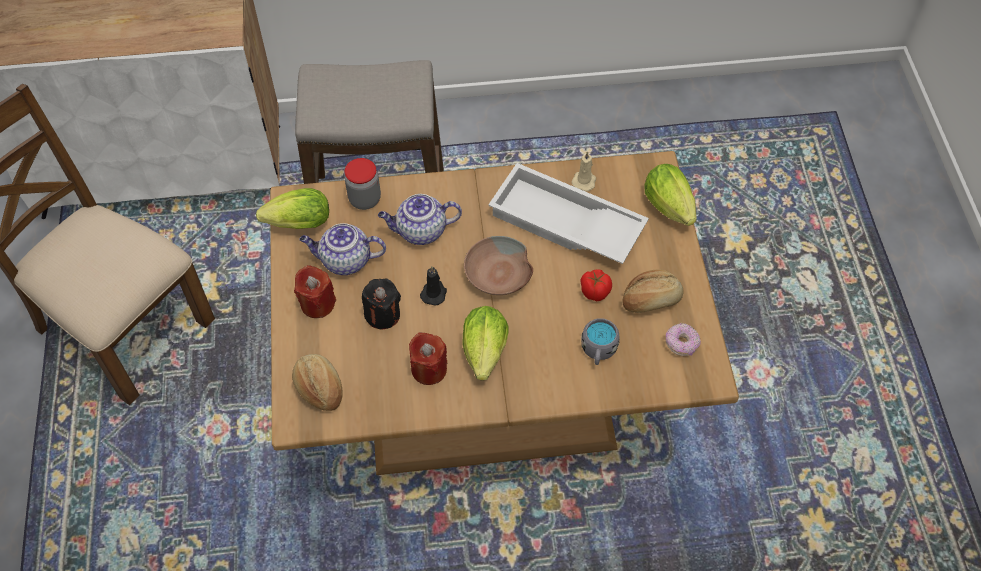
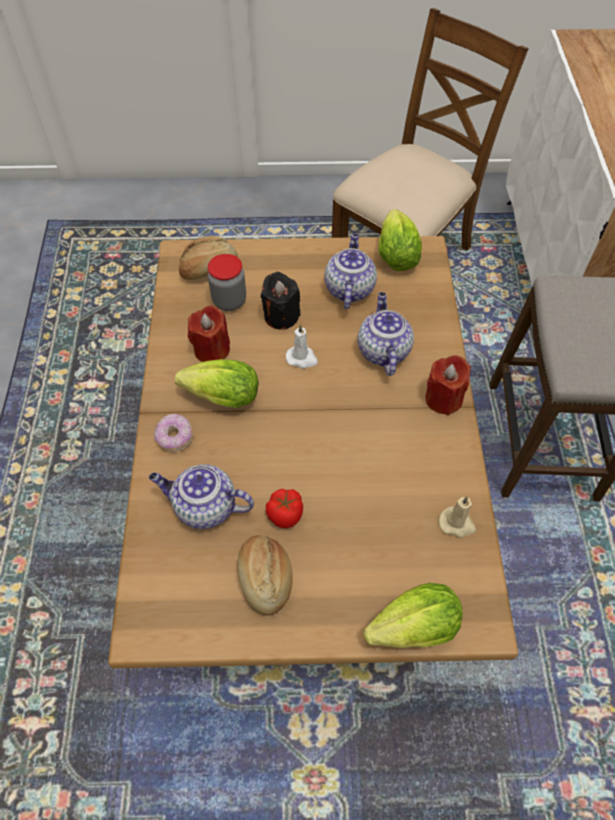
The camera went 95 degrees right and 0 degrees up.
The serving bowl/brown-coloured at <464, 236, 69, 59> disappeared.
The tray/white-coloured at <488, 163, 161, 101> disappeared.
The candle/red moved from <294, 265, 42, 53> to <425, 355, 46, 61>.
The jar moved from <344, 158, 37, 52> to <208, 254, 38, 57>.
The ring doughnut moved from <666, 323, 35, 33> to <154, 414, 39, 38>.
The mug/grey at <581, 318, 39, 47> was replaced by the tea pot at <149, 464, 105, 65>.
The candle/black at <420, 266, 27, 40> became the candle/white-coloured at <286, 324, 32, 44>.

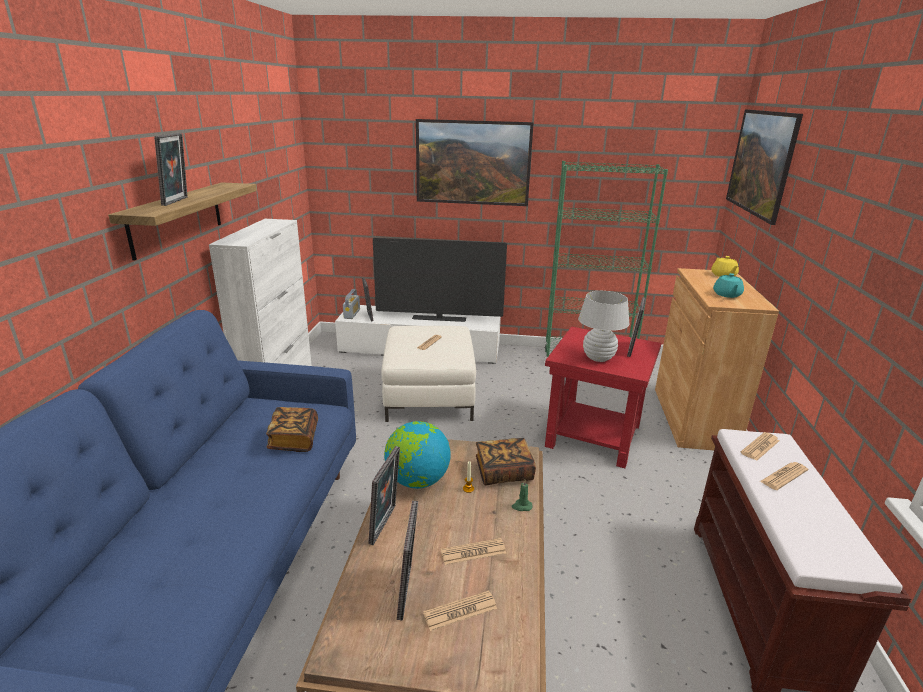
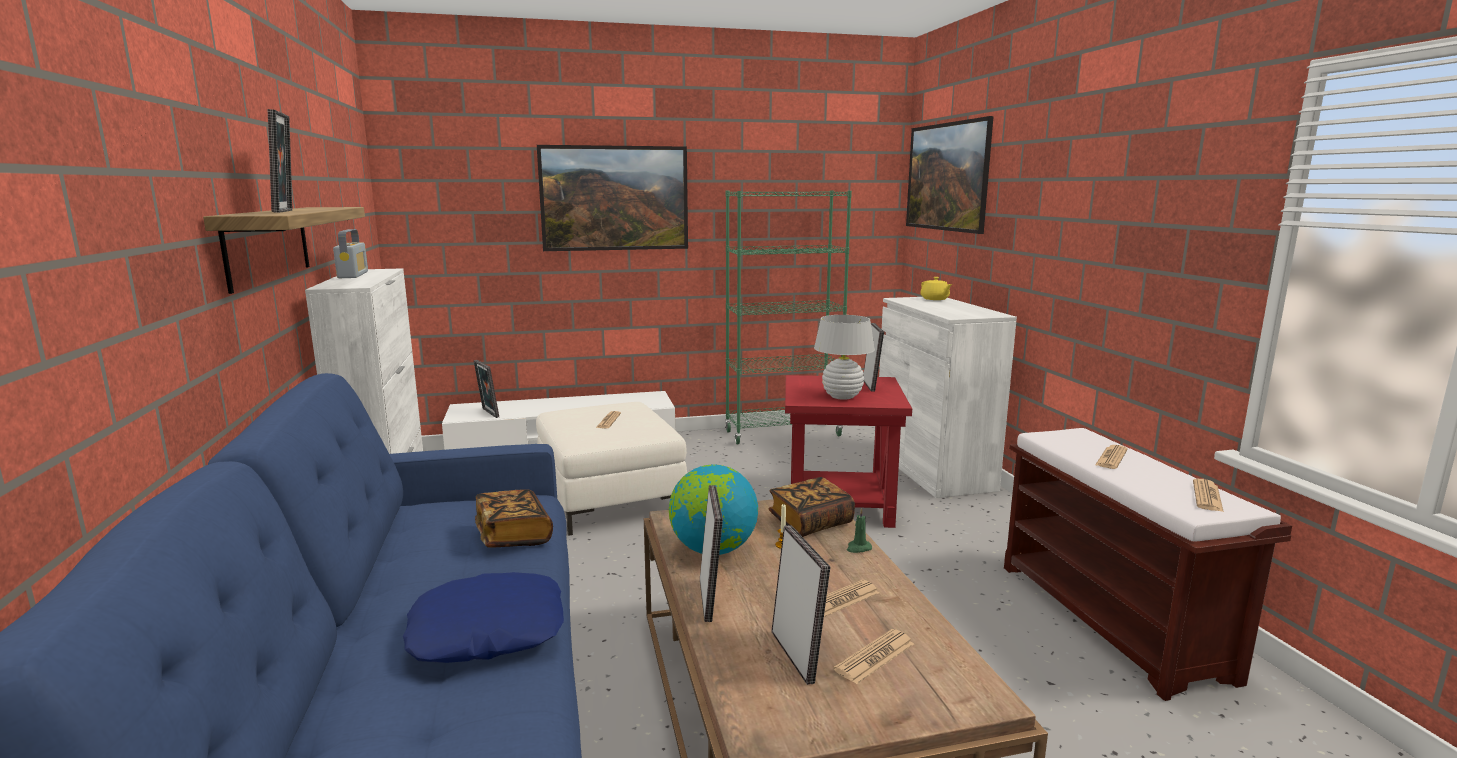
The camera went 20 degrees left and 10 degrees down.
The TV at <373, 238, 134, 84> disappeared.
The tea pot/blue-green at <713, 273, 31, 25> disappeared.
The pillow/bluish at <403, 572, 161, 91> appeared.
The radio moved from <343, 289, 17, 30> to <333, 229, 35, 49>.
The newspaper moved from <741, 432, 38, 29> to <1193, 479, 31, 33>.
The storage cabinet/brown-coloured at <655, 268, 124, 182> became the storage cabinet/white-coloured at <879, 297, 138, 201>.

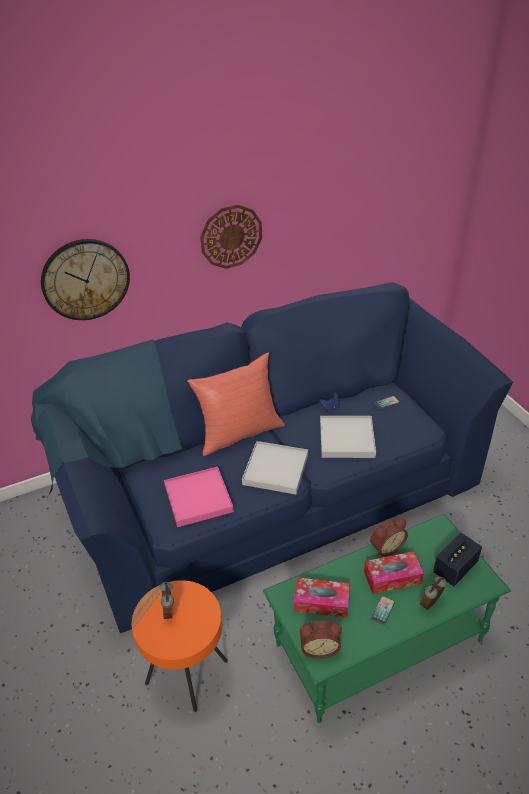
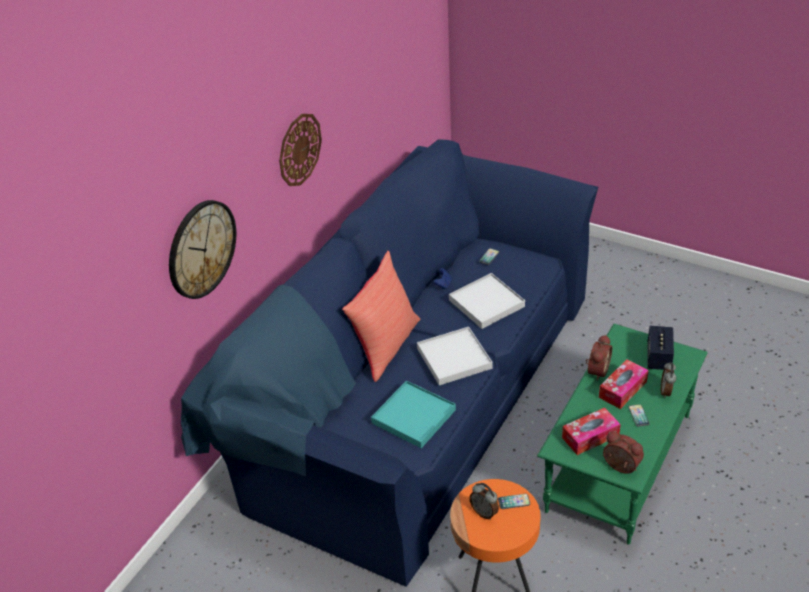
The camera went 35 degrees left and 0 degrees up.
The phone at <498, 494, 32, 15> appeared.
The tray/pinkish at <164, 467, 70, 60> became the tray/blue-green at <371, 381, 85, 67>.
The bedside clock at <300, 621, 42, 38> turned 105 degrees counterclockwise.

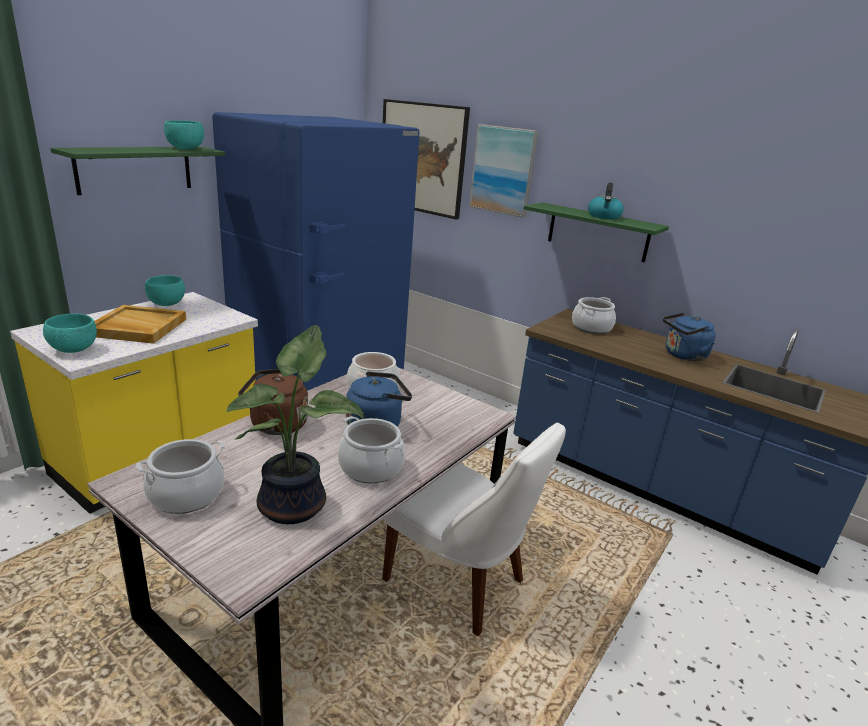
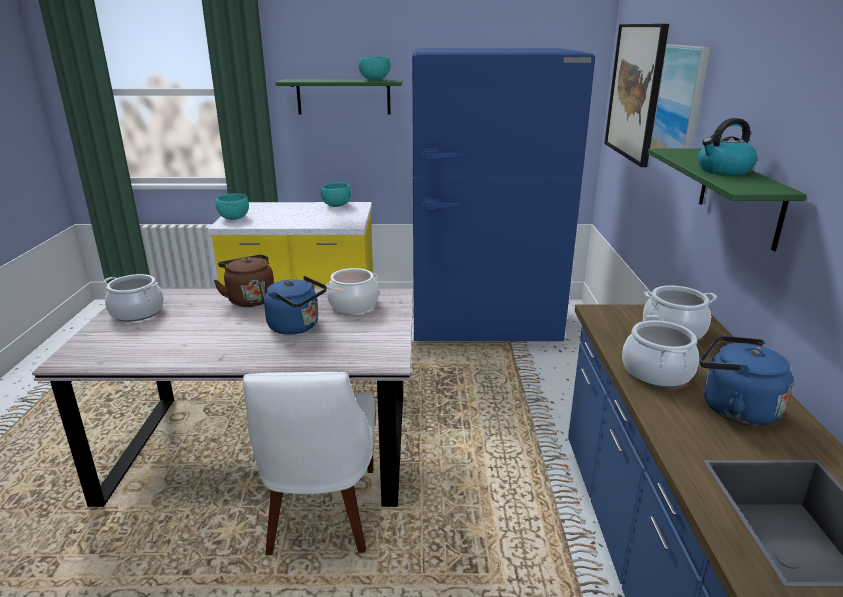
The camera went 55 degrees right and 0 degrees up.
The tray/beige at <94, 305, 92, 39> disappeared.
The houseplant at <227, 325, 137, 199> disappeared.
The saucepot moved from <338, 416, 67, 67> to <622, 315, 77, 73>.

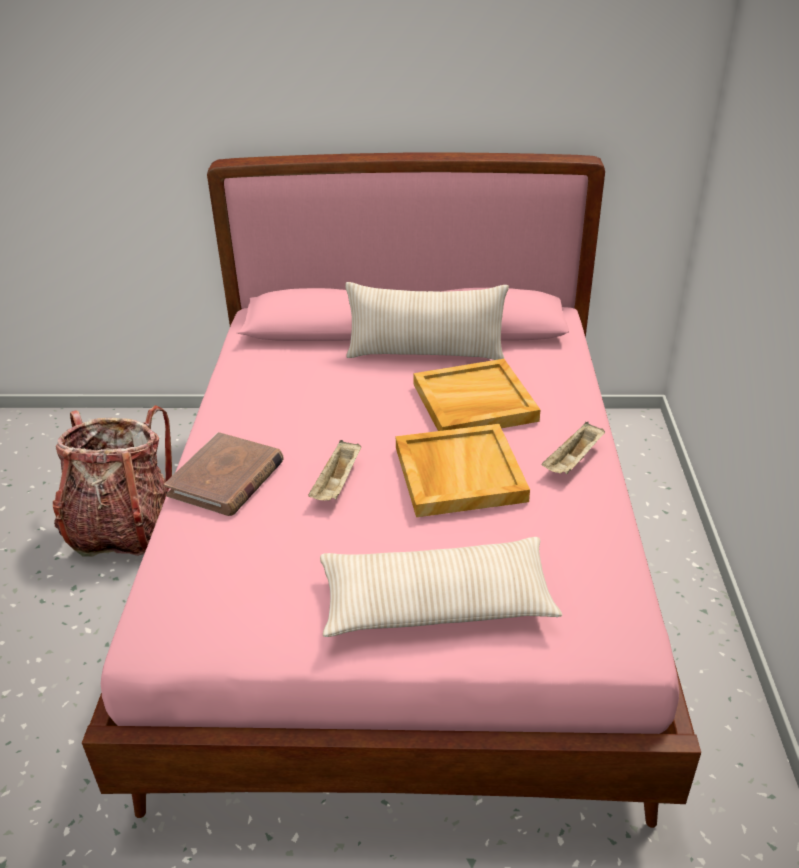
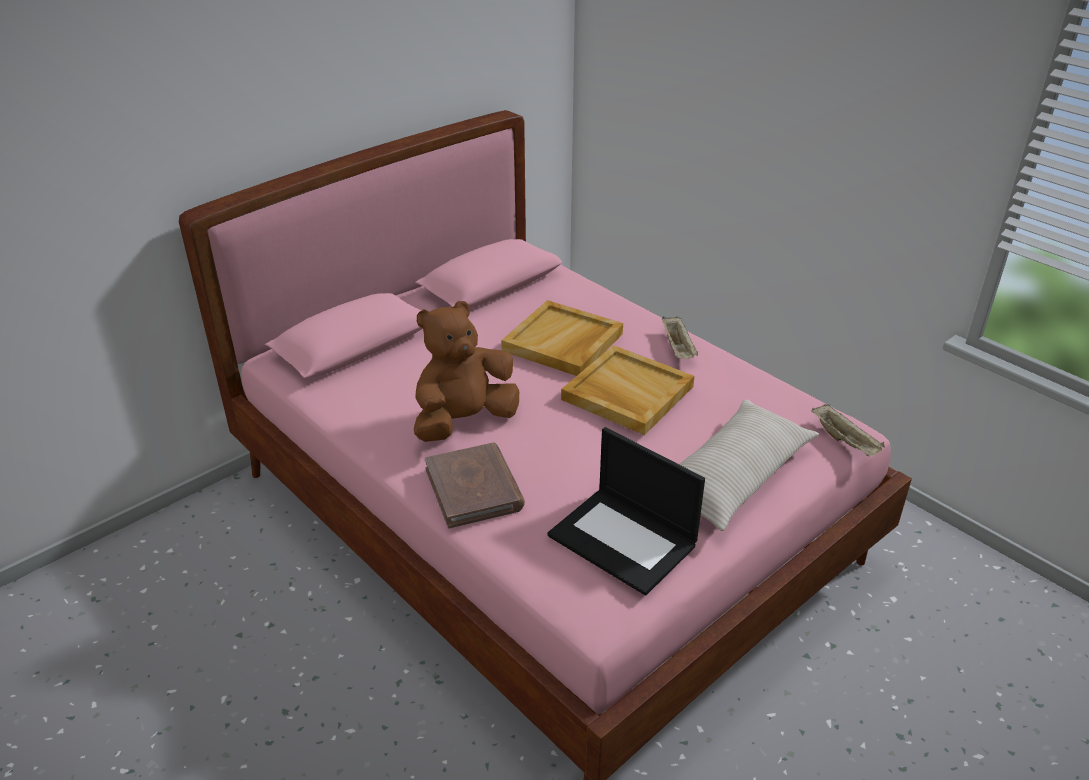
The camera went 45 degrees left and 0 degrees up.
The knapsack at <53, 405, 119, 152> disappeared.
The pillow/beige at <345, 282, 164, 78> disappeared.
The plush toy/brown-coloured at <414, 301, 105, 141> appeared.
The notebook computer at <547, 427, 158, 169> appeared.
The tray/beige moved from <308, 440, 53, 60> to <811, 404, 74, 52>.

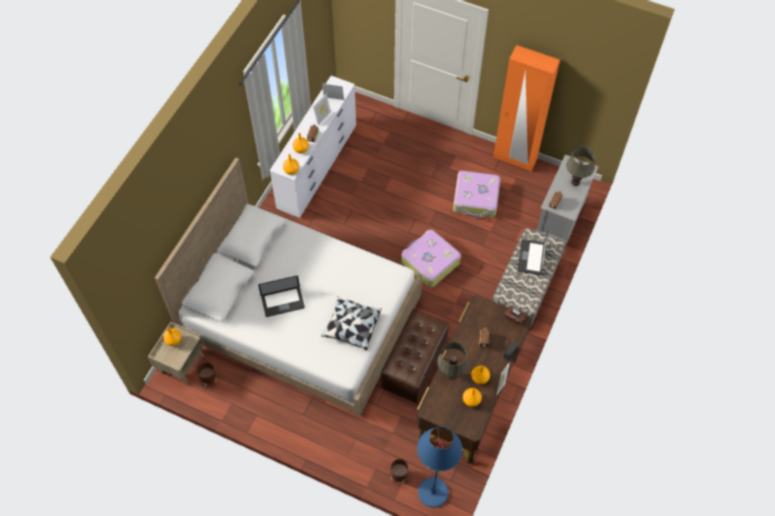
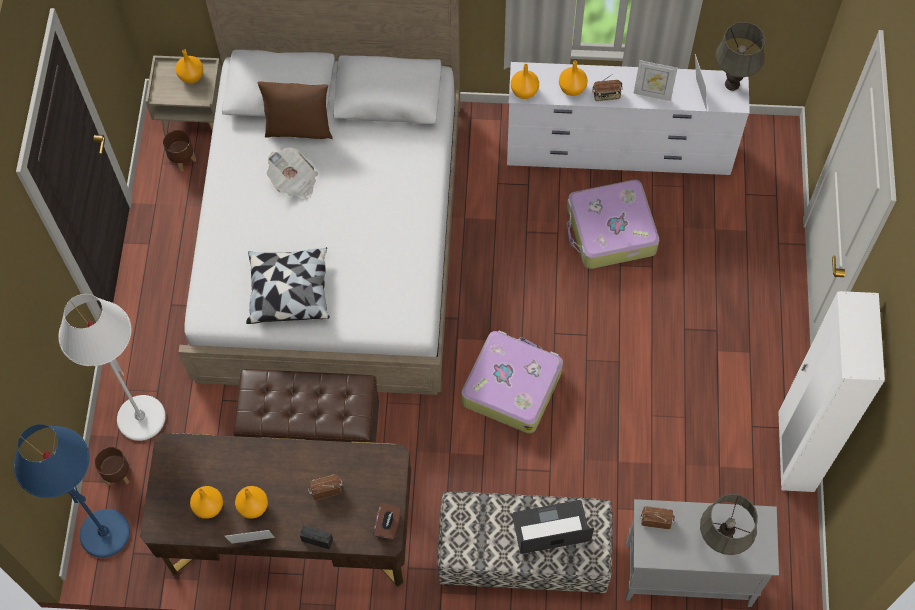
The camera went 70 degrees right and 5 degrees up.
The standard lamp/white-coloured at <58, 294, 108, 147> appeared.
The pillow/brown-coloured at <258, 81, 75, 58> appeared.
The lamp for a table/grey moved from <437, 342, 32, 38> to <715, 22, 50, 69>.
The travel case moved from <453, 171, 47, 47> to <567, 180, 92, 89>.
The notebook computer at <258, 276, 47, 41> was replaced by the newspaper at <267, 147, 51, 52>.
The armoire/orangey at <493, 45, 67, 126> became the armoire/white-coloured at <778, 291, 107, 201>.

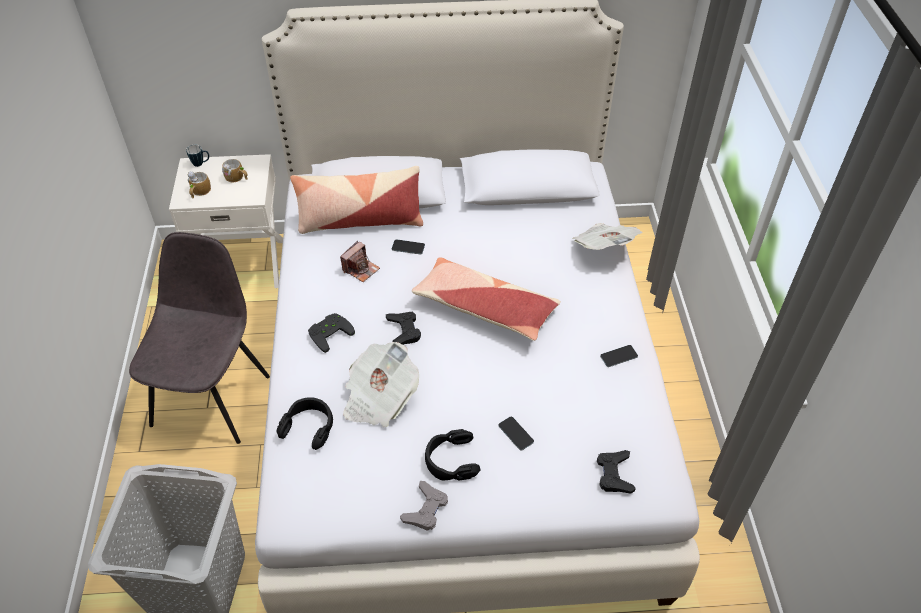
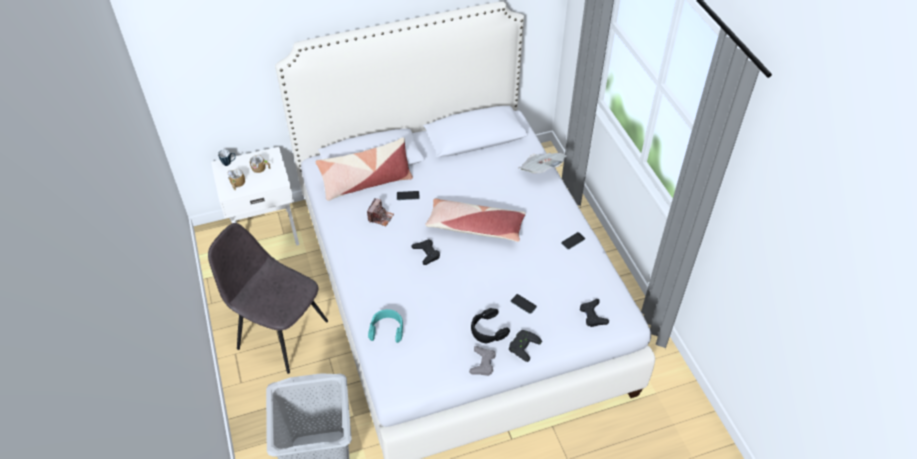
The camera went 15 degrees left and 0 degrees up.
The newspaper at <343, 342, 76, 85> disappeared.
The gamepad/black moved from <308, 313, 47, 40> to <509, 330, 33, 32>.
The headphones/black at <277, 397, 56, 53> became the headphones/blue-green at <368, 309, 35, 34>.
The plain chair/grey at <129, 232, 141, 212> turned 60 degrees counterclockwise.

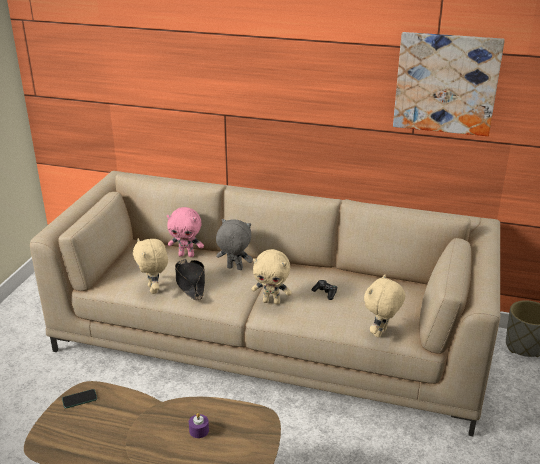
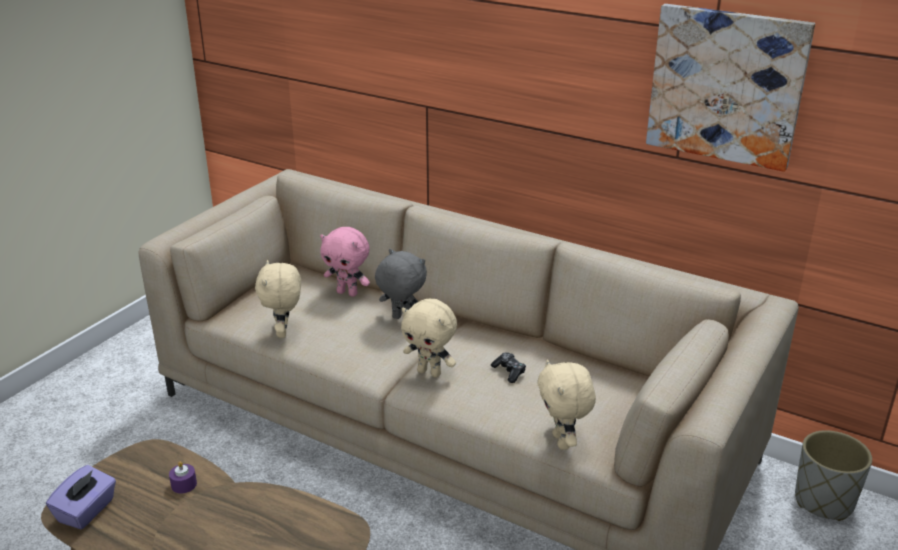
The camera went 15 degrees right and 0 degrees up.
The phone at <62, 389, 35, 19> disappeared.
The wearable hat/black at <175, 259, 30, 41> disappeared.
The tissue holder/purple-coloured at <46, 465, 70, 64> appeared.
The candle/purple-coloured moved from <189, 413, 20, 25> to <169, 461, 28, 32>.
The plush toy/beige at <364, 274, 41, 64> turned 60 degrees counterclockwise.

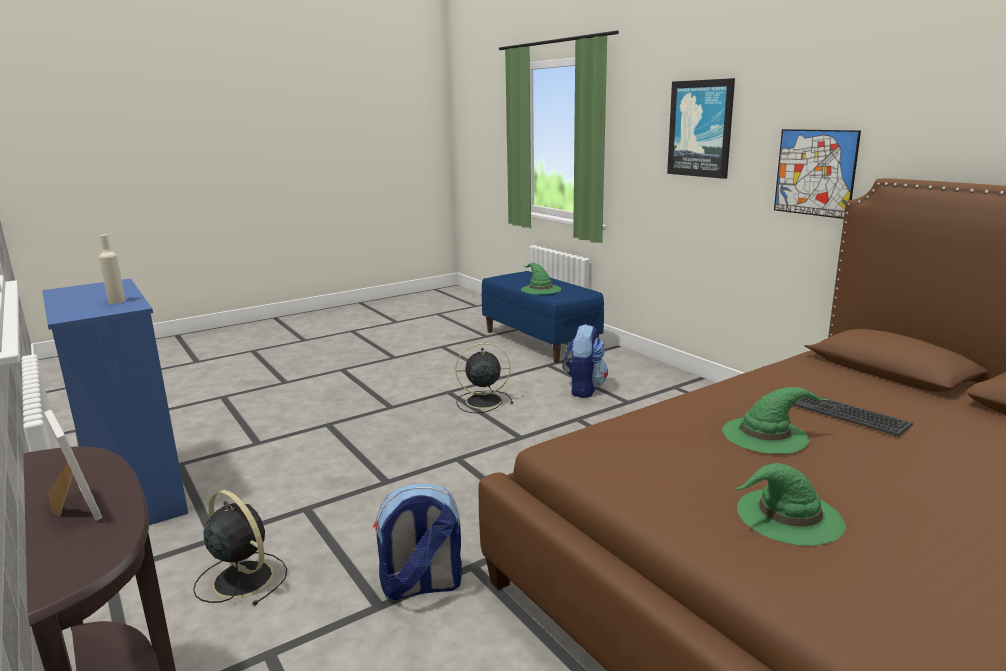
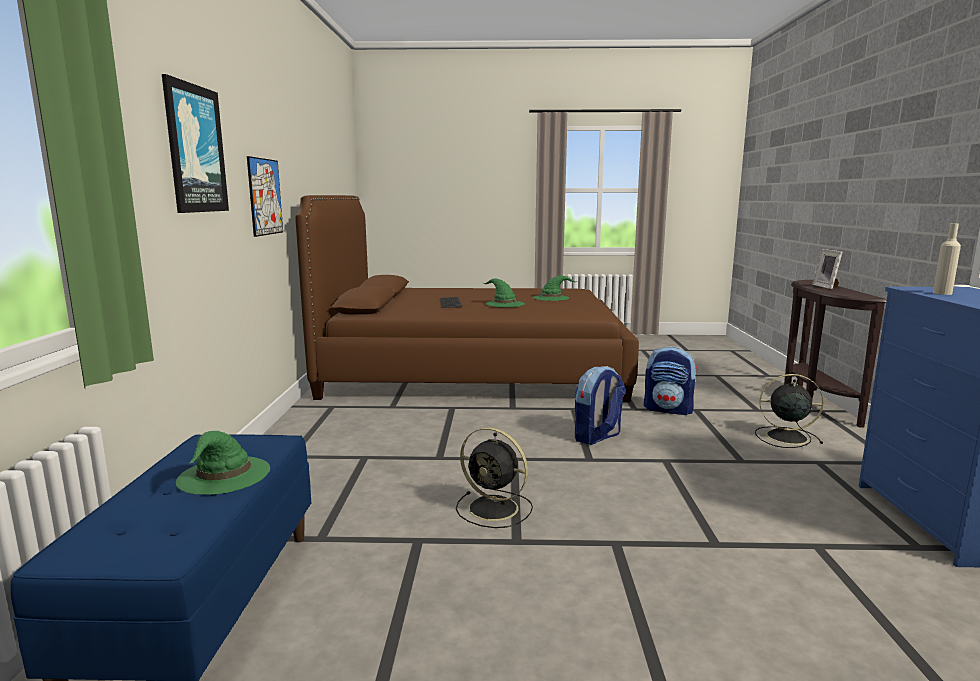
The camera went 145 degrees left and 5 degrees down.
The knapsack moved from <563, 324, 45, 74> to <574, 366, 51, 79>.
The electric fan/black at <193, 490, 94, 115> turned 120 degrees clockwise.

